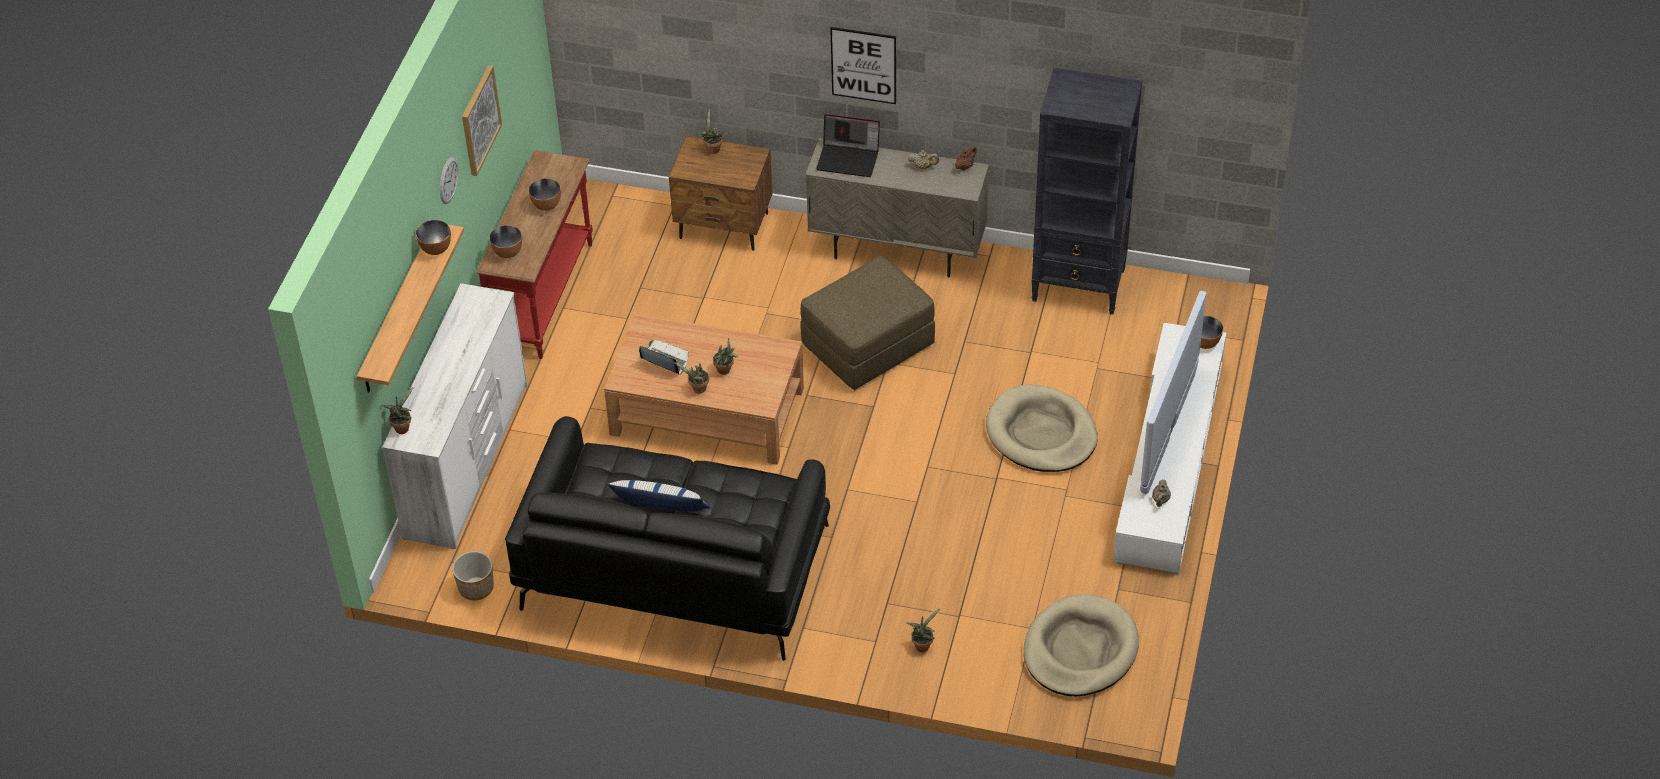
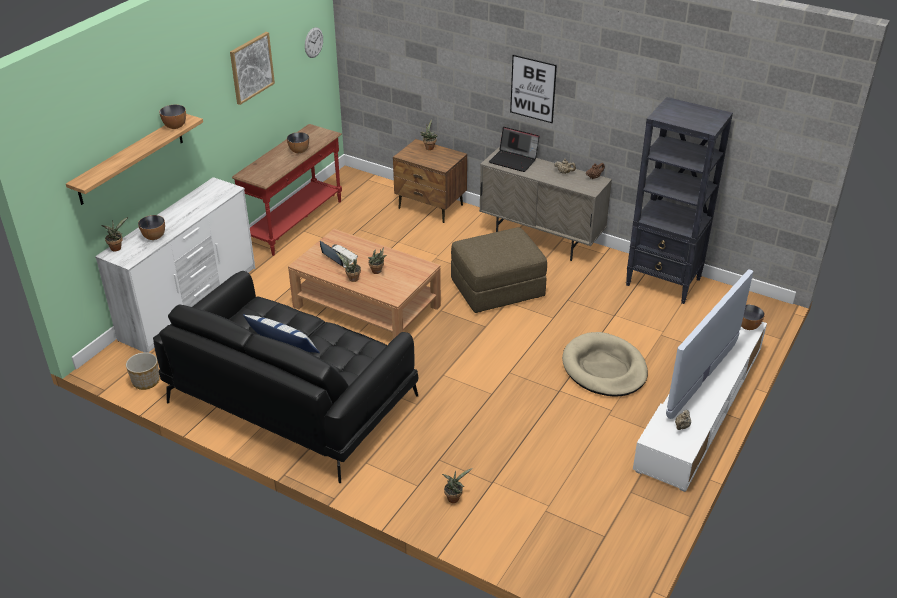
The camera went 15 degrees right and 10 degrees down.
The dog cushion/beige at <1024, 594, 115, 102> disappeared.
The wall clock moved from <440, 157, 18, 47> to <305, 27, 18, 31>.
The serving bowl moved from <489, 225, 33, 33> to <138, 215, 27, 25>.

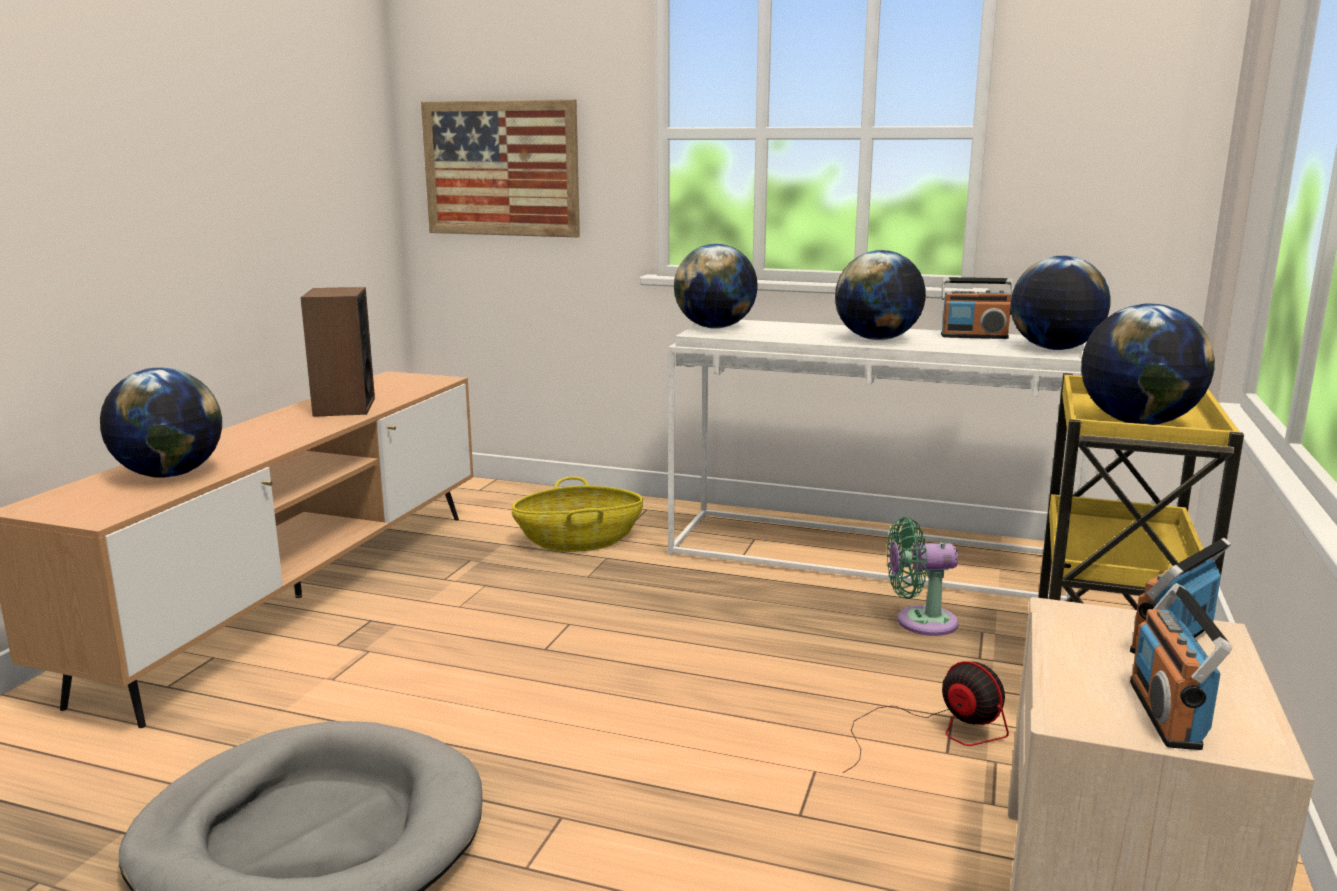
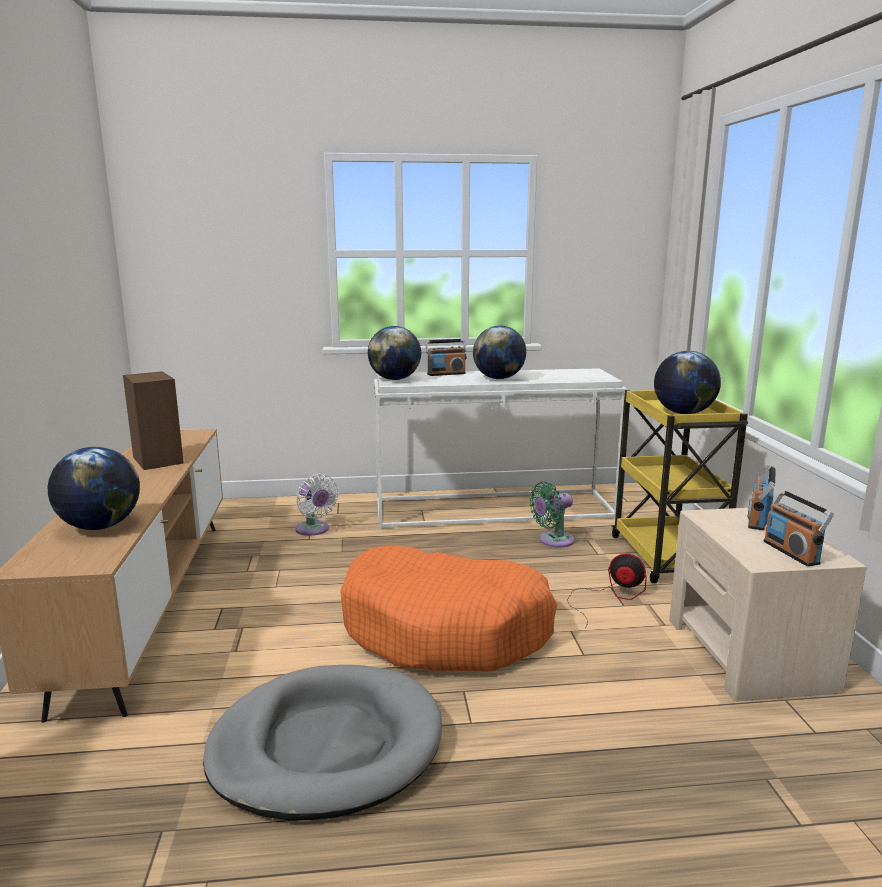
The camera went 25 degrees left and 0 degrees up.
The wall art at <421, 99, 159, 138> disappeared.
The desk globe at <1011, 256, 99, 94> disappeared.
The dog cushion/orangey at <340, 546, 217, 125> appeared.
The radio moved from <941, 277, 73, 62> to <425, 339, 42, 37>.
The basket at <512, 476, 131, 76> was replaced by the electric fan/white-coloured at <295, 474, 44, 62>.

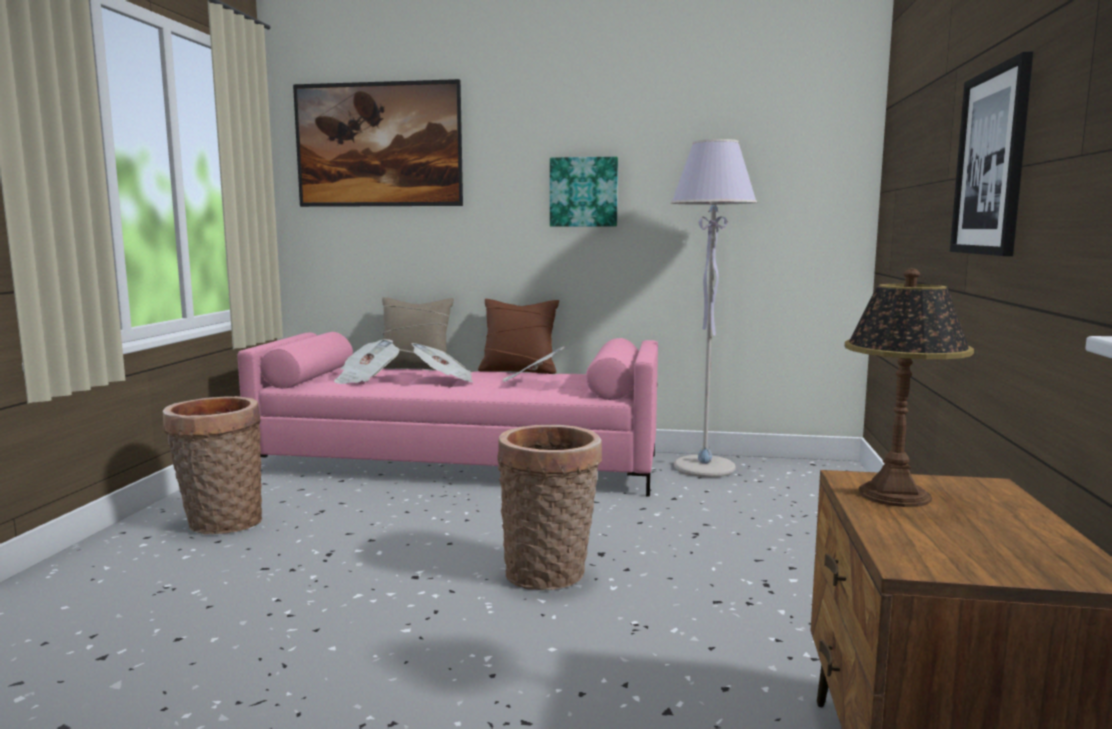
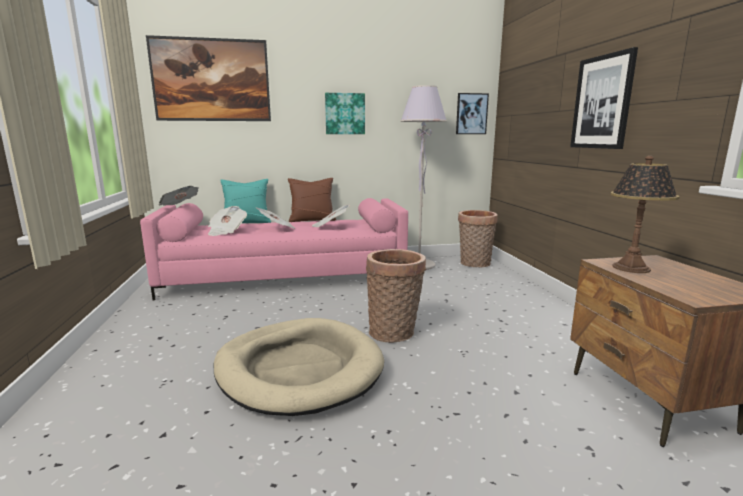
The camera went 20 degrees left and 5 degrees up.
The newspaper at <159, 186, 40, 20> appeared.
The dog cushion/beige at <214, 318, 170, 98> appeared.
The wall art at <456, 93, 33, 41> appeared.
The basket moved from <163, 396, 99, 138> to <458, 210, 40, 57>.
The pillow/beige at <382, 297, 72, 73> became the pillow/blue-green at <220, 179, 51, 44>.

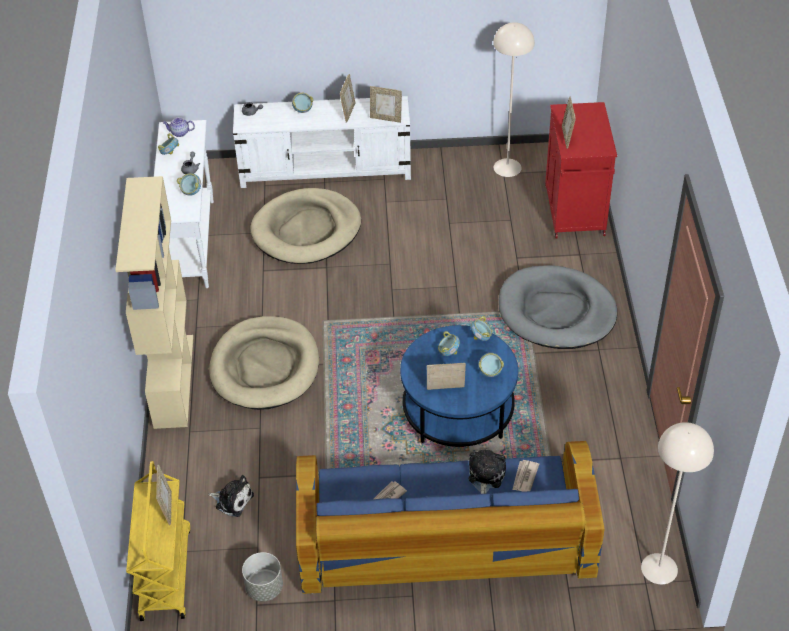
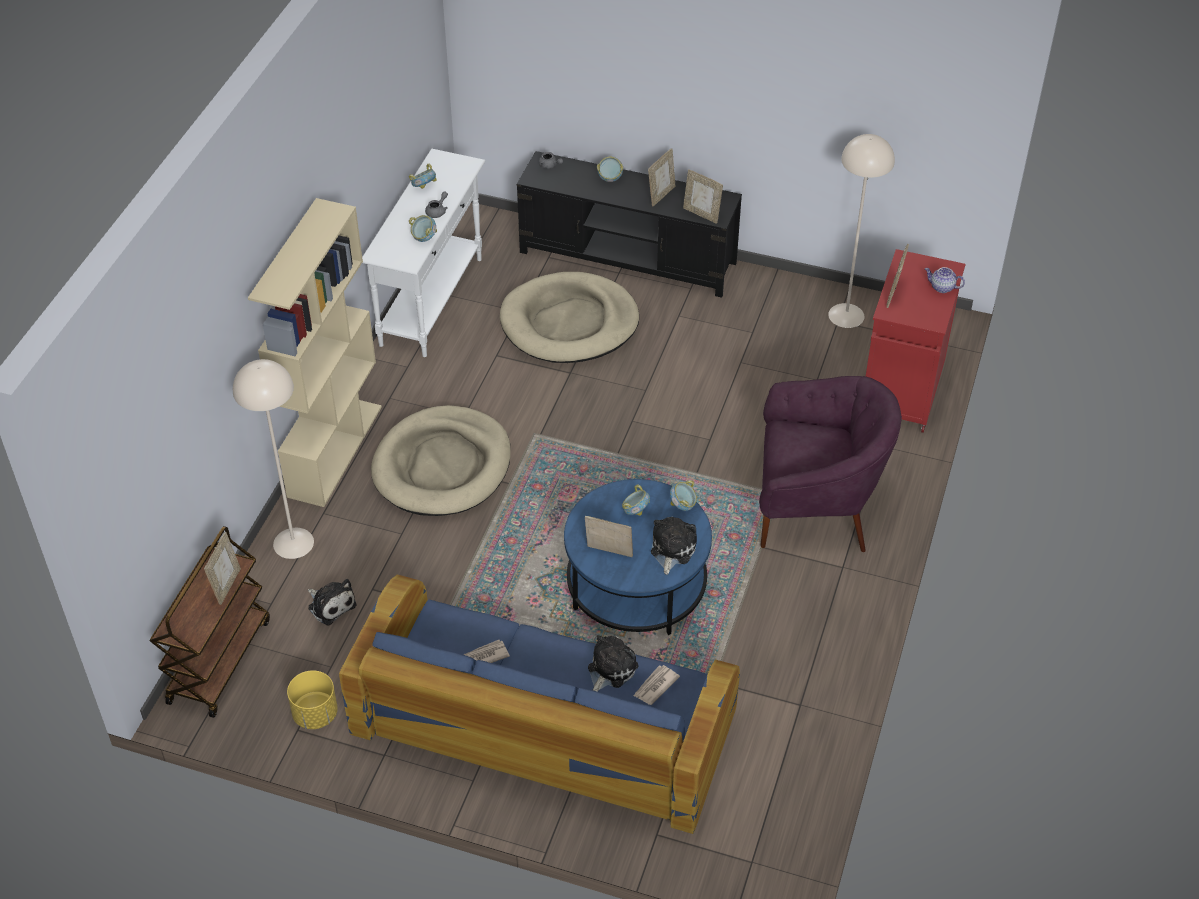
The camera went 20 degrees right and 0 degrees up.
The tea pot moved from <162, 117, 33, 20> to <925, 267, 40, 26>.
The standard lamp/beige moved from <641, 422, 73, 162> to <233, 359, 81, 200>.
The serving bowl at <479, 353, 25, 24> was replaced by the plush toy at <651, 517, 46, 58>.
The dog cushion/grey at <499, 265, 118, 84> was replaced by the lounge chair/purple-coloured at <759, 376, 143, 176>.
The cart/yellow at <126, 461, 65, 160> became the cart/brown-coloured at <150, 526, 120, 192>.
The tv unit/white-coloured at <233, 96, 178, 92> became the tv unit/black at <517, 151, 225, 147>.
The flower pot/grey at <242, 552, 41, 49> became the flower pot/yellow at <287, 670, 51, 59>.

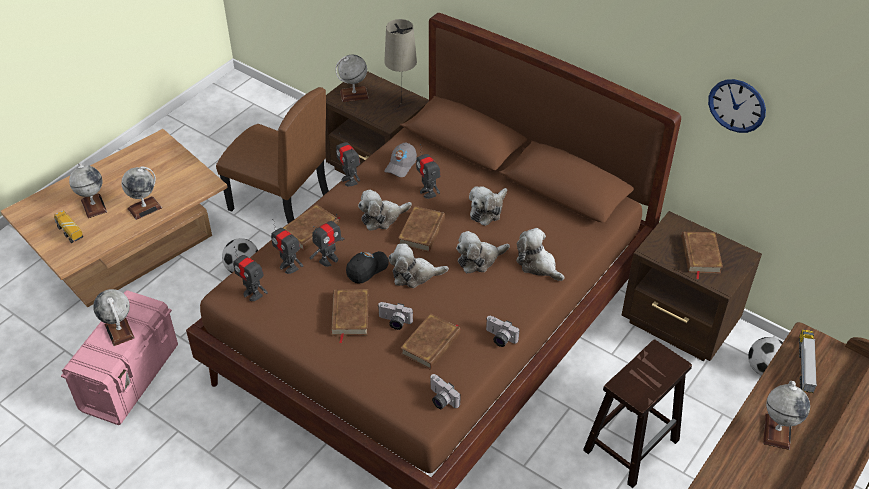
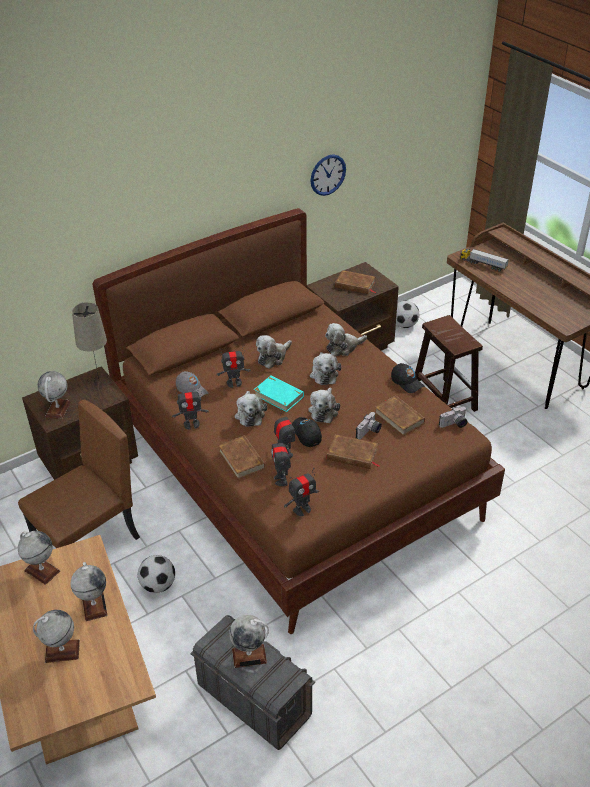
The camera went 70 degrees left and 5 degrees down.
The toy truck at <54, 210, 29, 33> disappeared.
The desk globe moved from <763, 381, 47, 69> to <18, 531, 42, 54>.
The still camera at <486, 316, 33, 31> was replaced by the baseball cap/black at <391, 363, 34, 30>.
The storage box/pinkish at <61, 290, 117, 135> became the storage box/grey at <190, 615, 125, 135>.
The volume/brown-coloured at <398, 206, 47, 46> became the volume/blue-green at <254, 376, 50, 36>.
The model robot at <271, 219, 32, 55> turned 105 degrees clockwise.
The plush toy at <469, 187, 38, 39> turned 75 degrees clockwise.

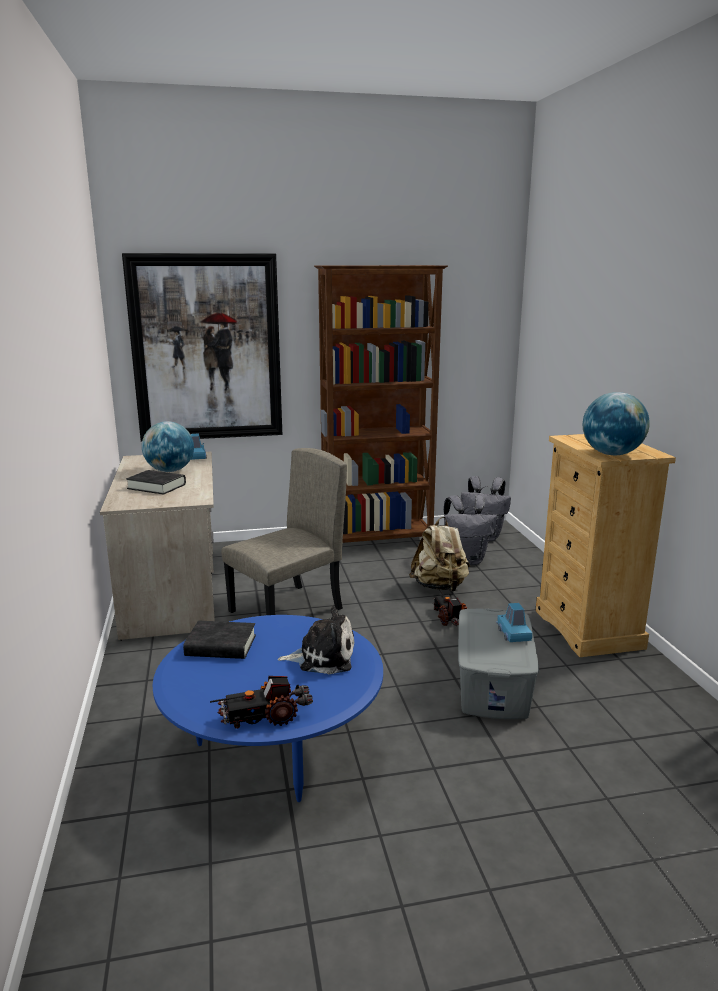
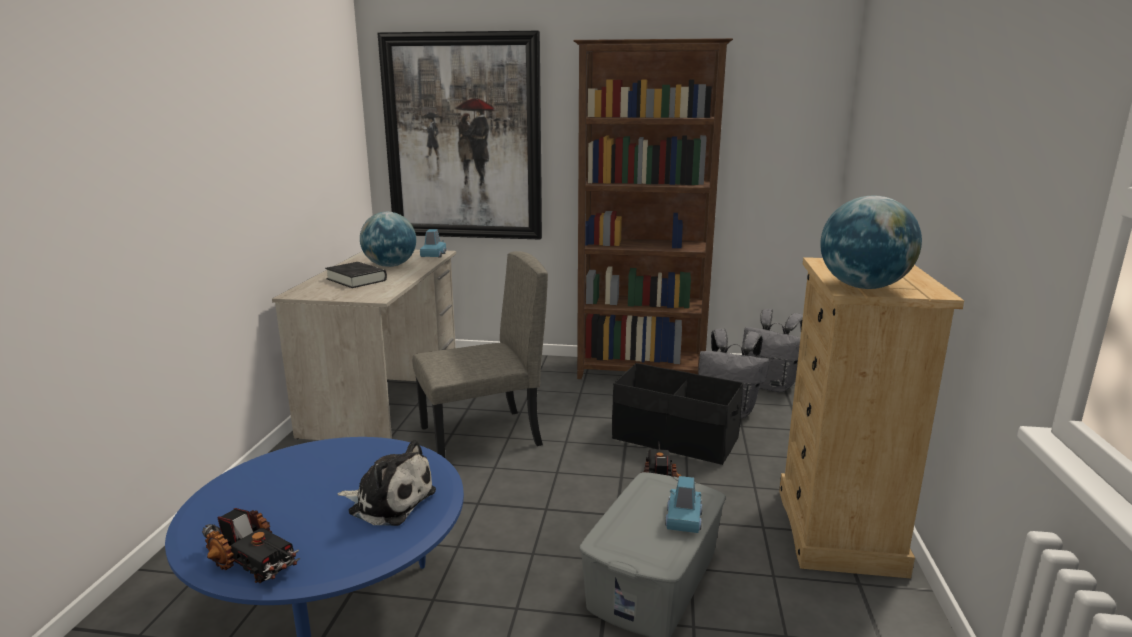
The camera went 20 degrees right and 0 degrees up.
The volume/black at <183, 621, 73, 38> disappeared.
The knapsack/beige at <409, 517, 61, 75> was replaced by the storage box/black at <612, 363, 131, 102>.
The toy truck at <210, 676, 103, 53> turned 150 degrees counterclockwise.

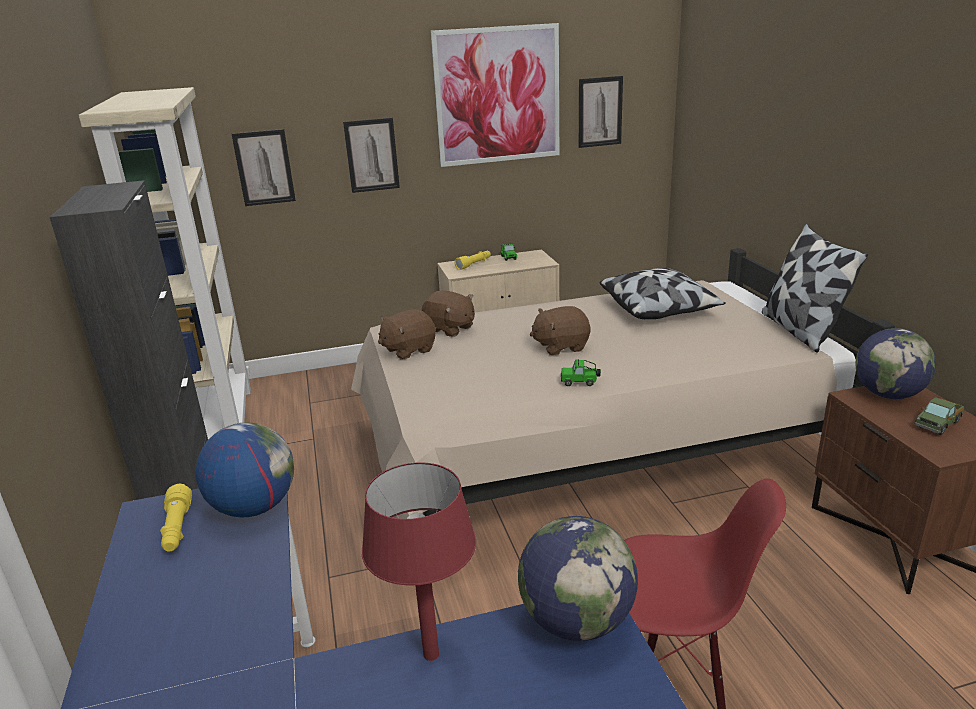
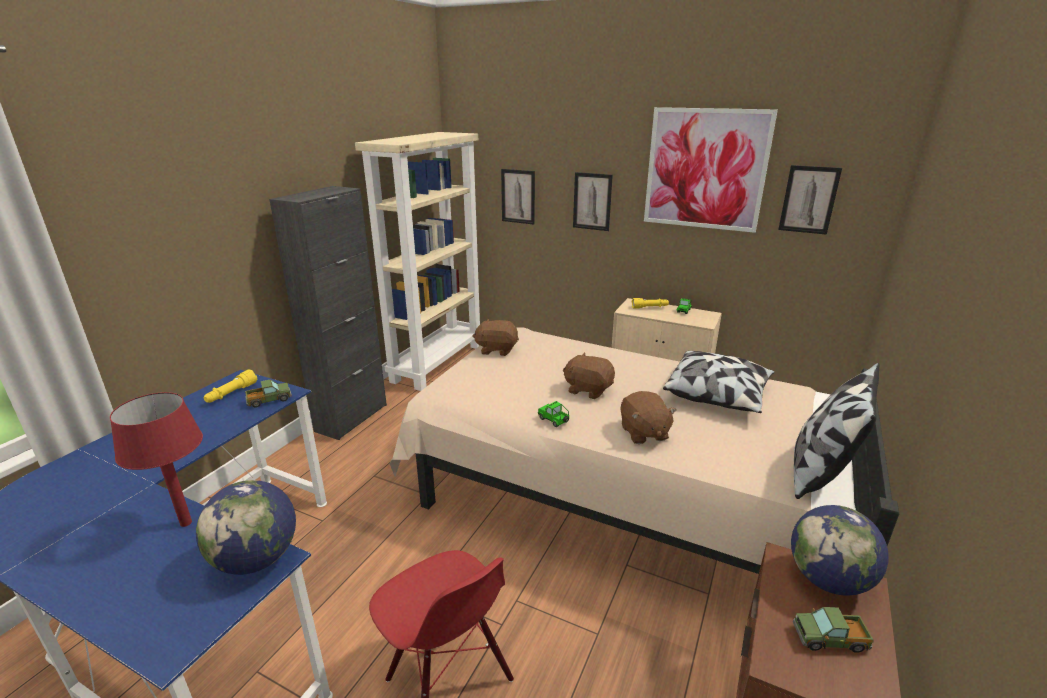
The camera went 40 degrees right and 0 degrees up.
The plush toy/brown-coloured moved from <422, 291, 53, 46> to <620, 391, 57, 53>.
The desk globe at <196, 422, 98, 96> was replaced by the toy truck at <245, 379, 47, 28>.

